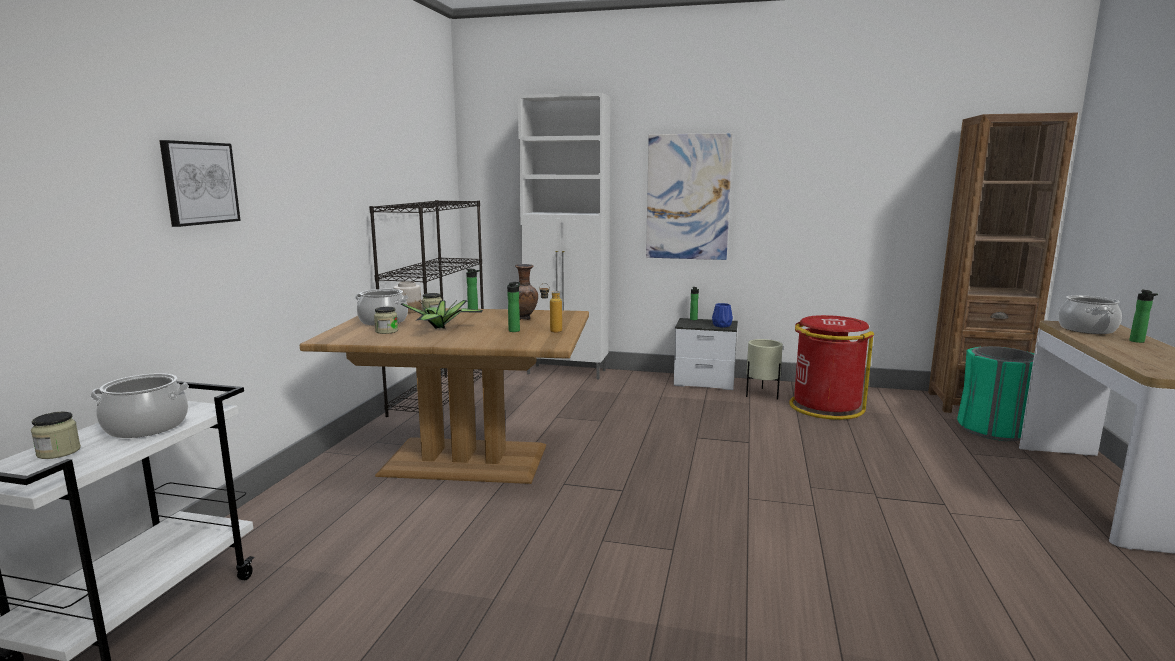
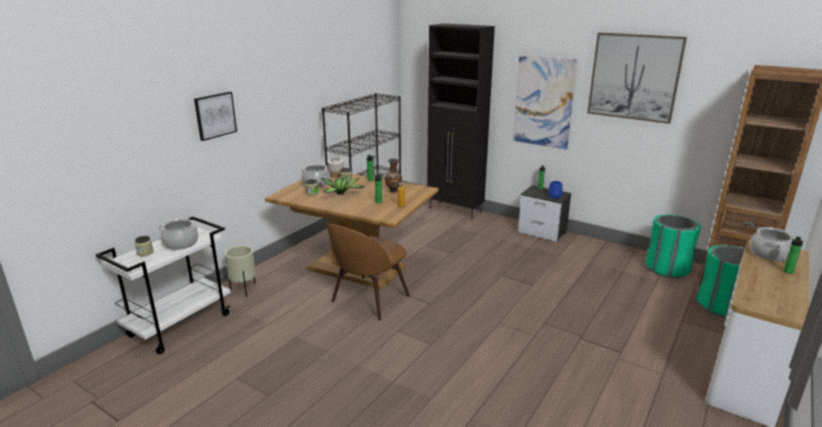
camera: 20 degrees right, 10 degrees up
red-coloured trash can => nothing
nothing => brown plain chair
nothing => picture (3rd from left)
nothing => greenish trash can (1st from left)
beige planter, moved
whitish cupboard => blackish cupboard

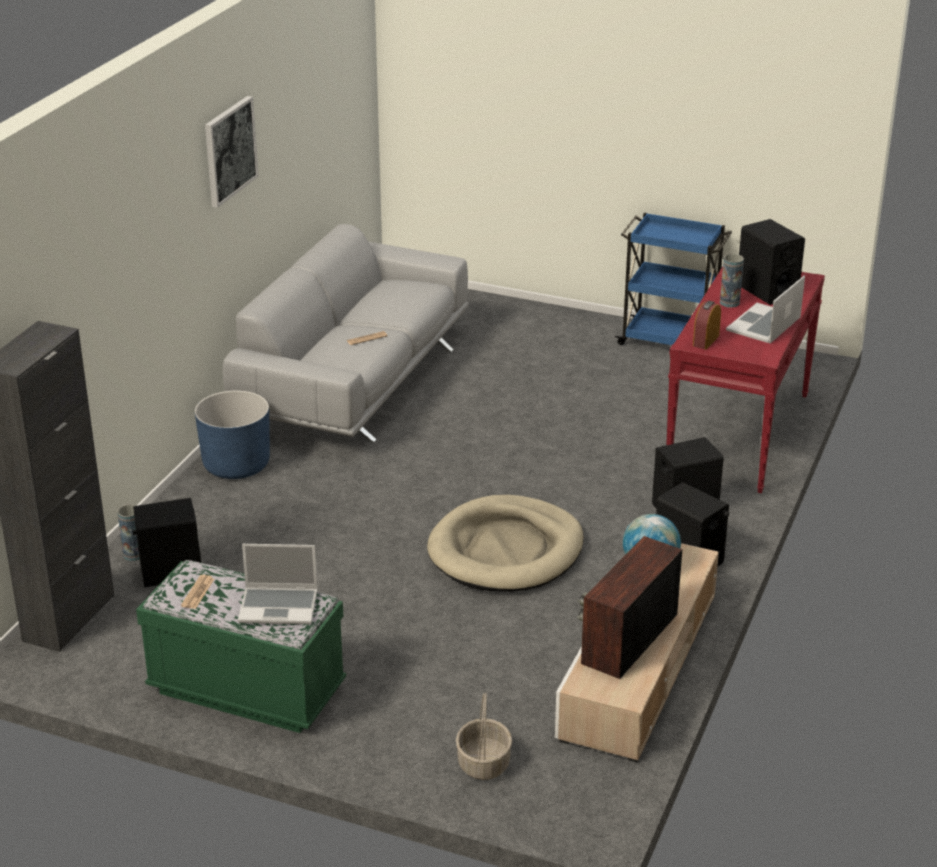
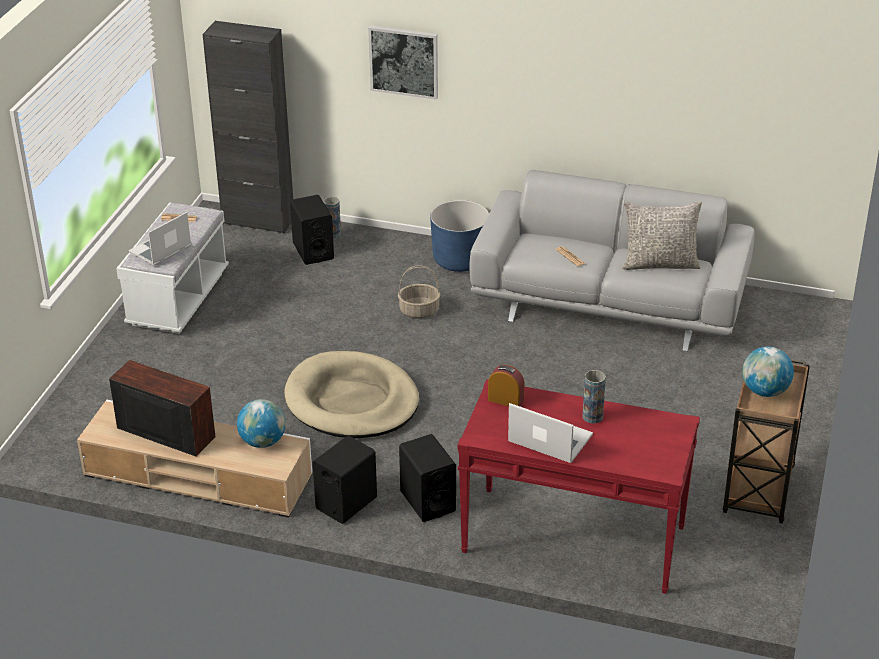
camera: 85 degrees right, 5 degrees up
blackish audio speaker (4th from left) => nothing
nothing => greyish pillow
nothing => world globe (2nd from left)
picture, moved
basket, moved
greenish bench => whitish bench
blue-coloured wheeled cart => brown wheeled cart
notebook computer (1st from left), 45 degrees clockwise

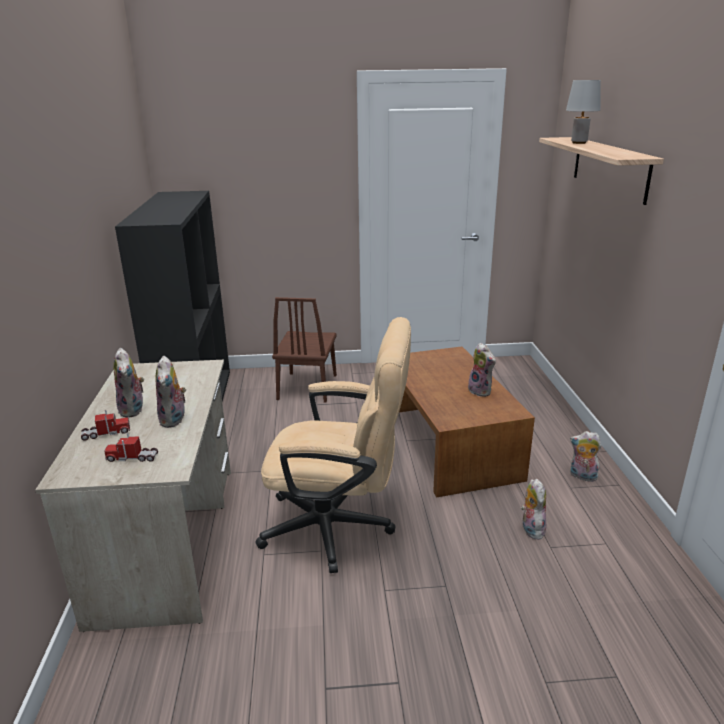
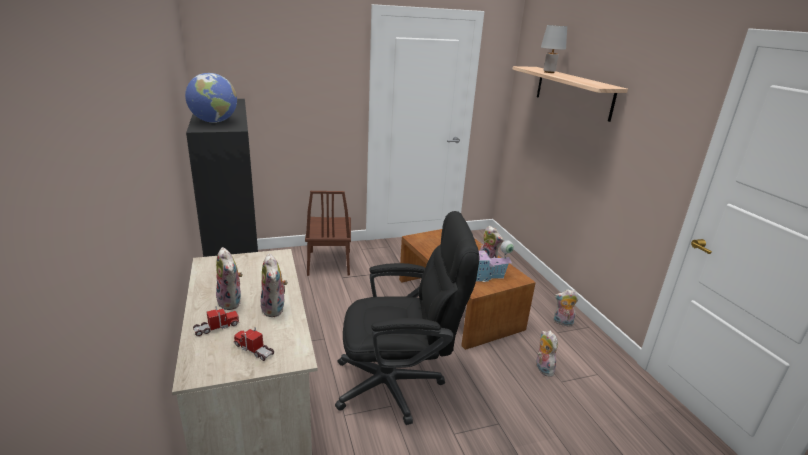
camera: 15 degrees left, 0 degrees up
nothing => world globe
nothing => miniature house
beige office chair => blackish office chair
model truck (2nd from left), 45 degrees clockwise

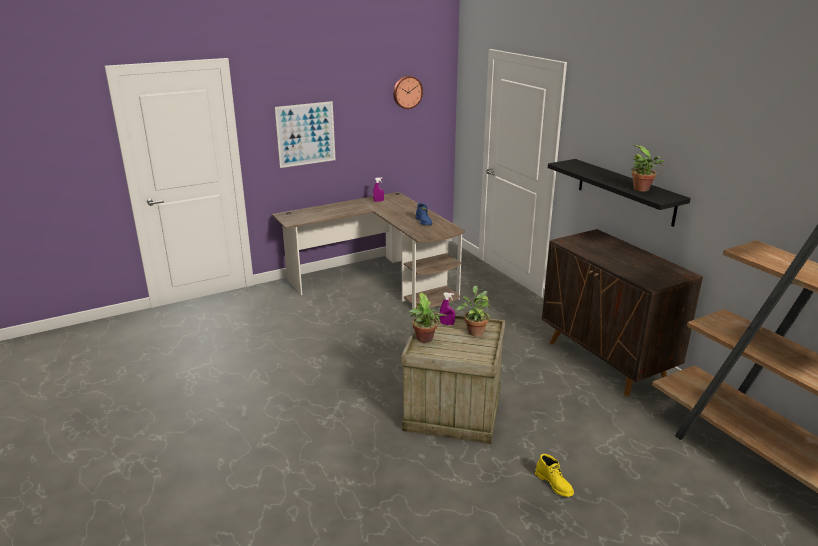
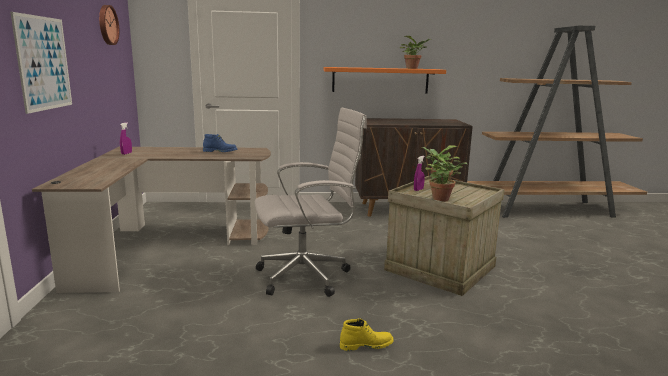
camera: 65 degrees left, 10 degrees down
nothing => whitish office chair
yellow high-top boot, moved
blackish wall shelf => orange-coloured wall shelf

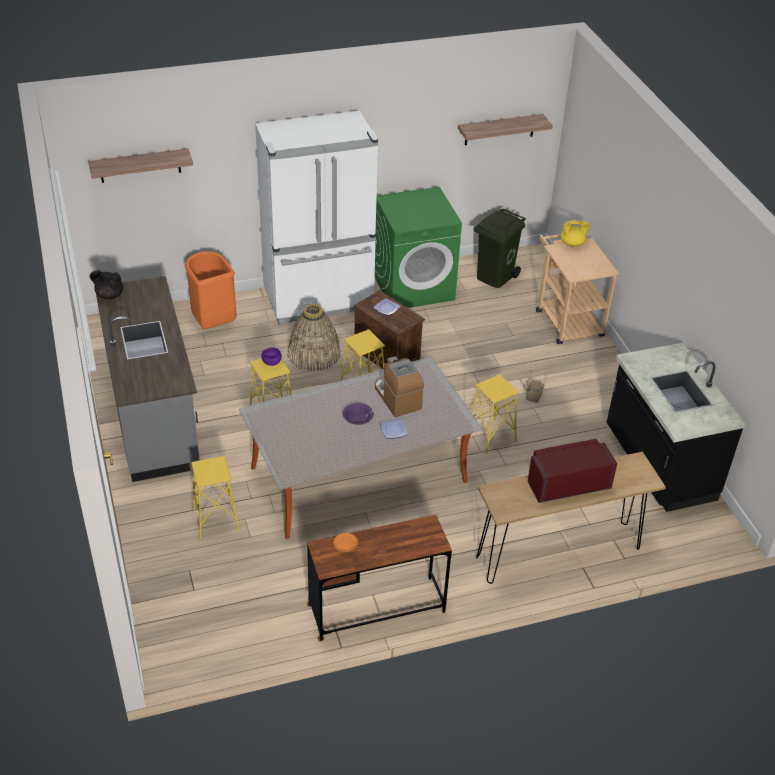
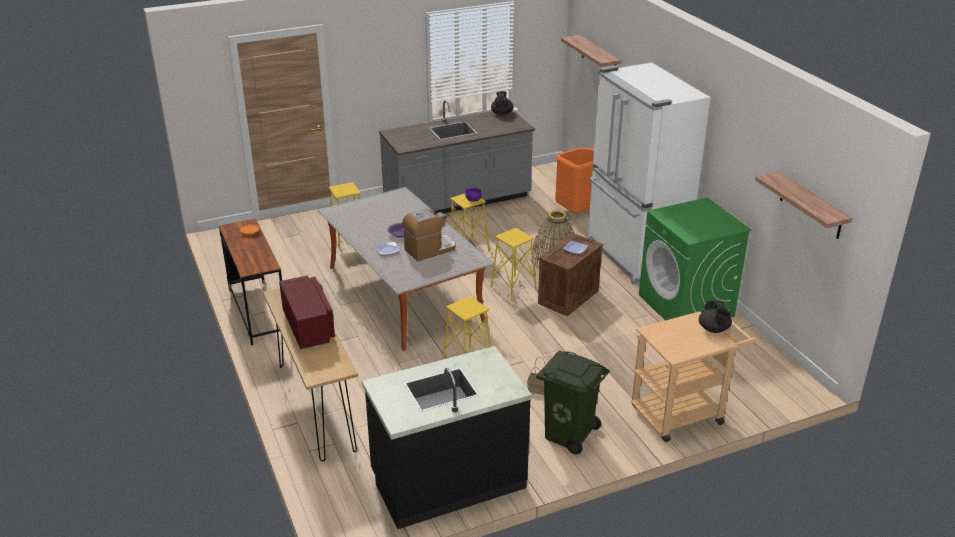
camera: 85 degrees right, 10 degrees down
greenish trash can, moved
yellow pot for tea => blackish pot for tea (2nd from left)

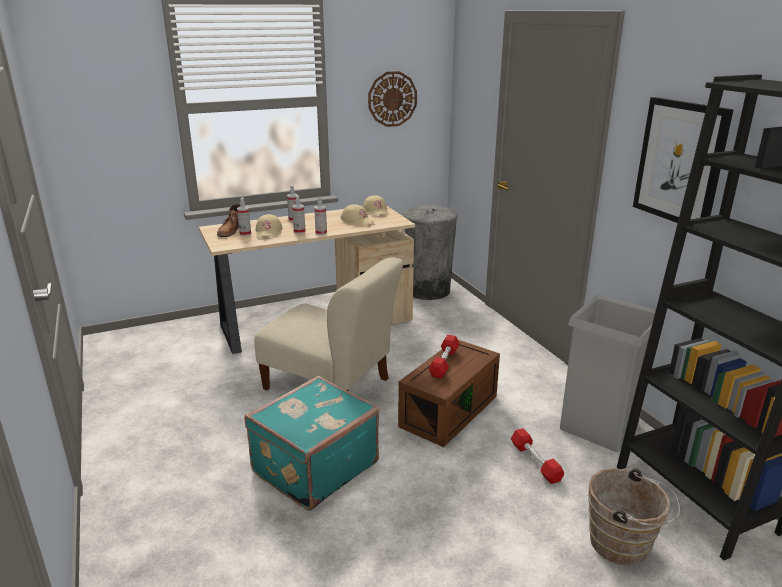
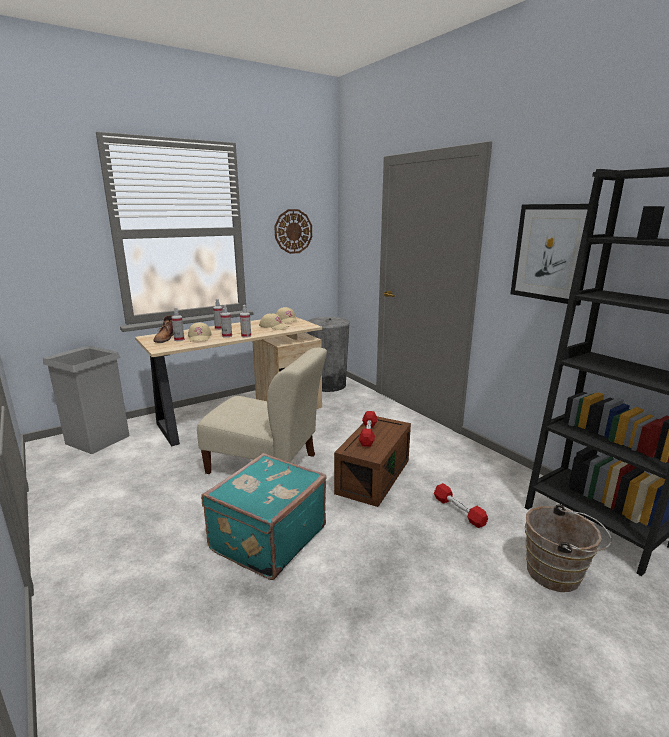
camera: 10 degrees left, 5 degrees down
greyish trash can (2nd from left in the first image) => greyish trash can (1st from left), moved

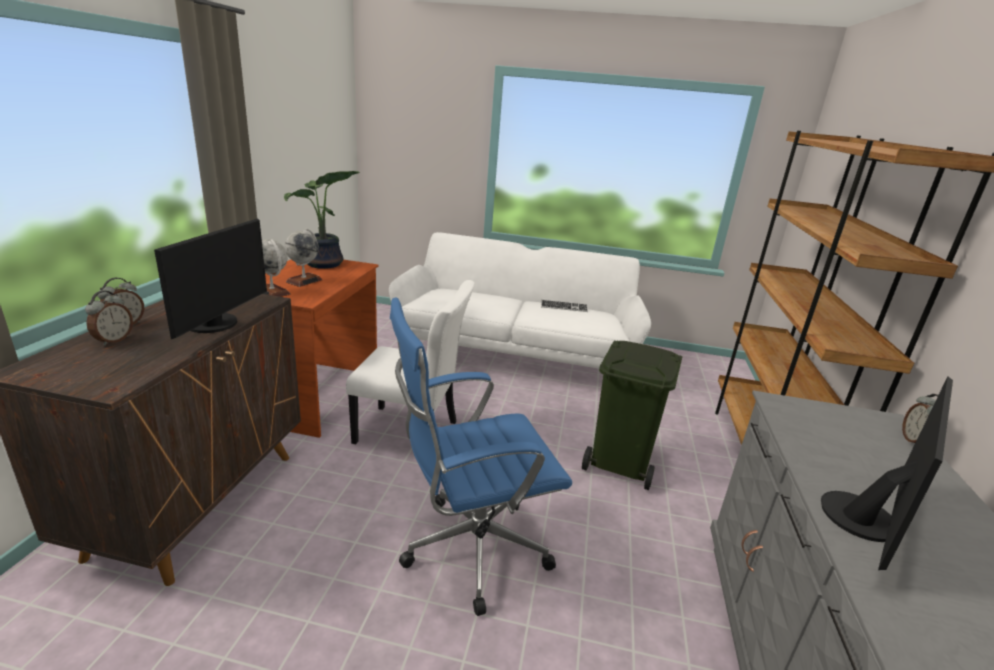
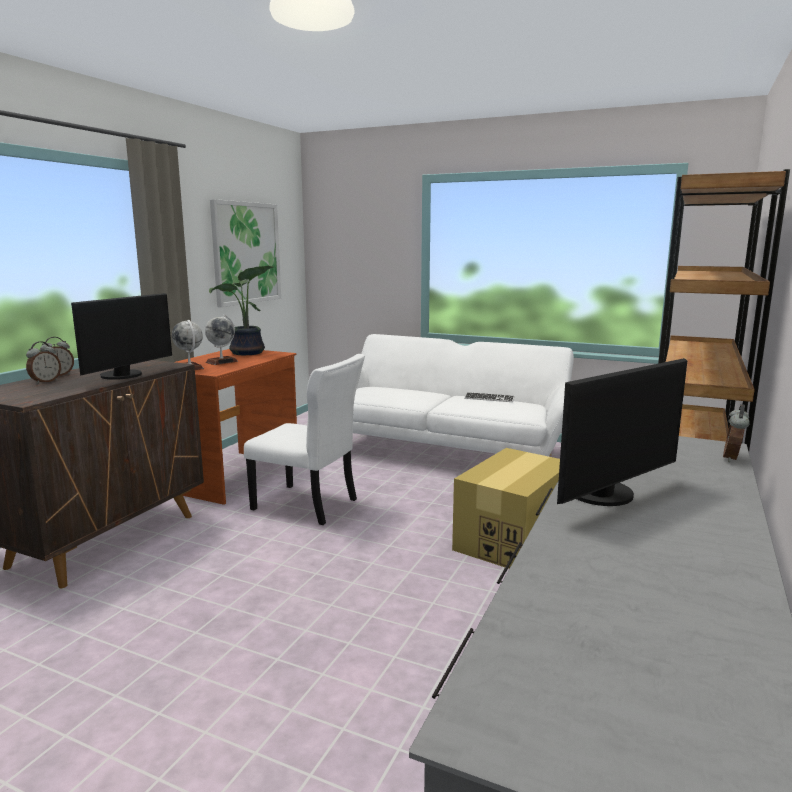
camera: 15 degrees right, 10 degrees down
blue-coloured office chair => nothing
nothing => picture
greenish trash can => carton

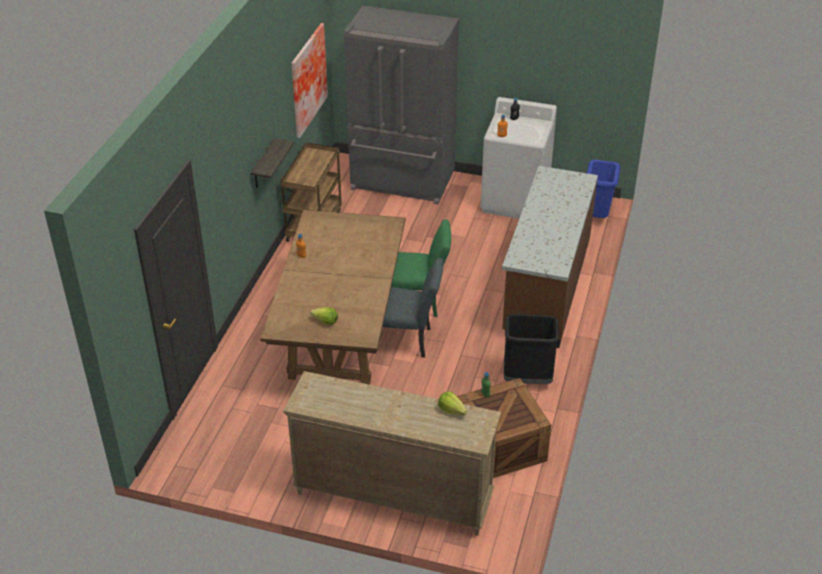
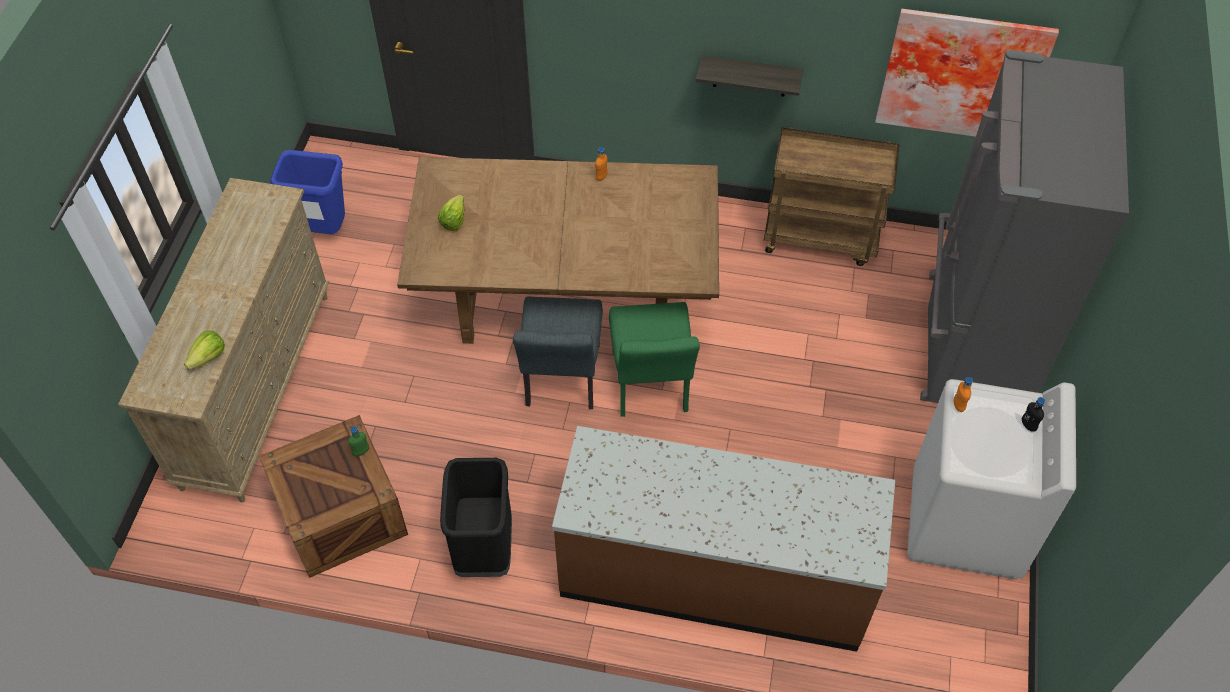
camera: 85 degrees right, 15 degrees up
blue-coloured trash can, moved

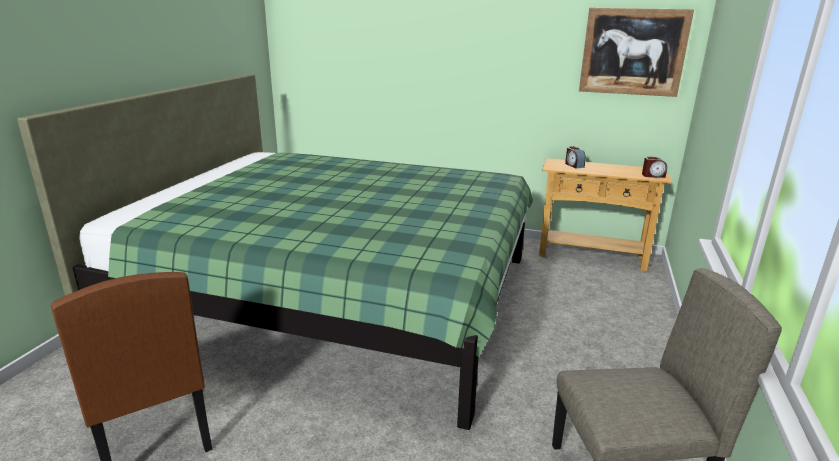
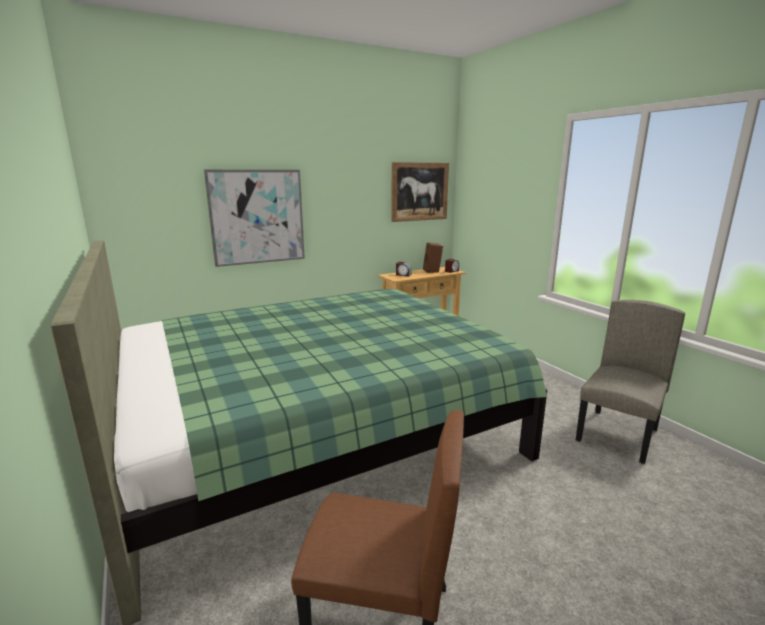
camera: 45 degrees left, 5 degrees down
nothing => picture (1st from left)
nothing => brown audio speaker

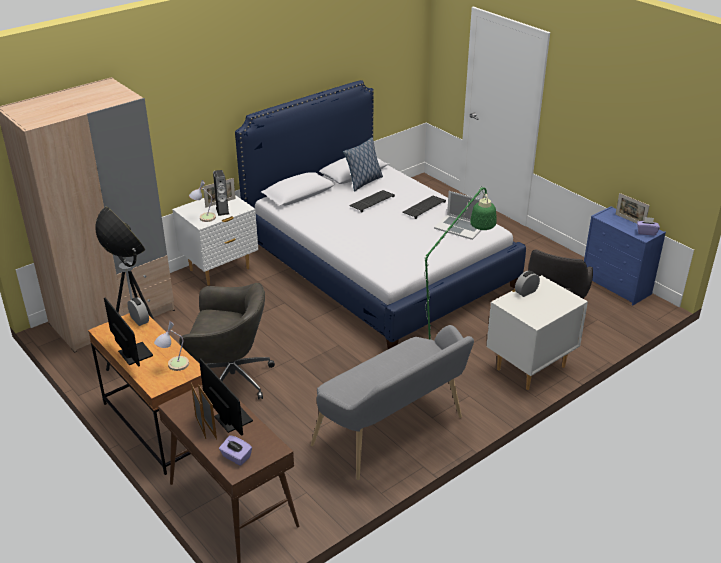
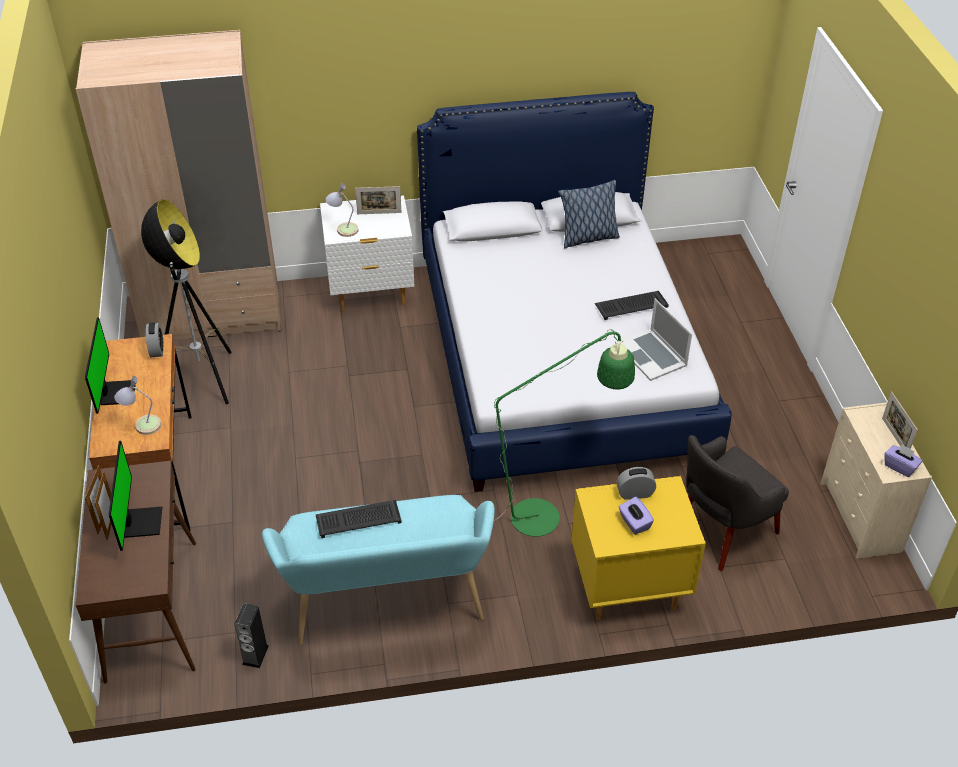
camera: 30 degrees right, 10 degrees up
greyish office chair => nothing
audio speaker, moved
purple-coloured tissue box (1st from left), moved
keyboard (1st from left), moved
greyish bench => blue-green bench
whitish bedside table (2nd from left) => yellow bedside table
blue-coloured drawer chest => beige drawer chest

